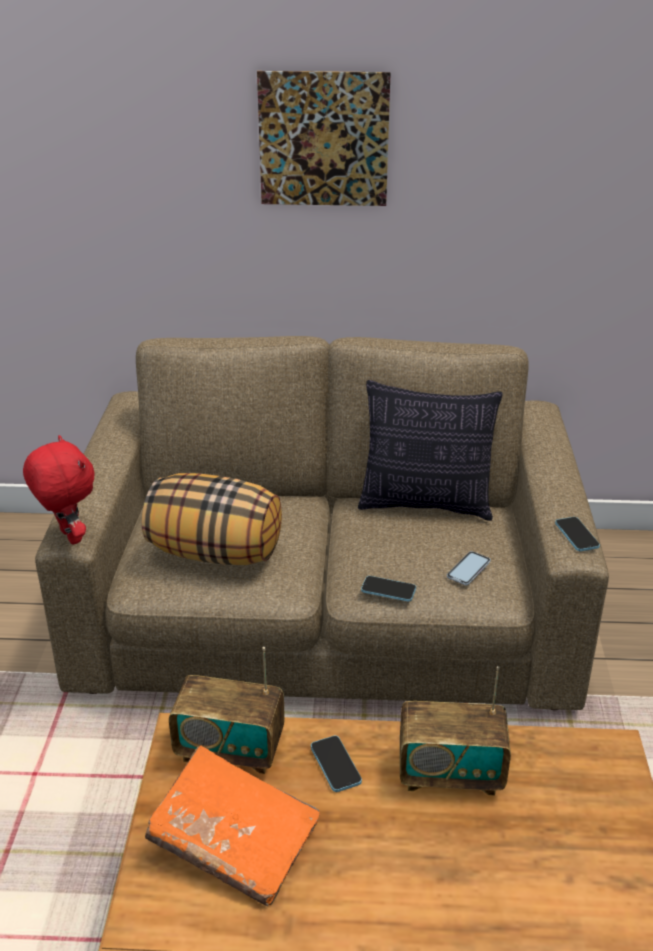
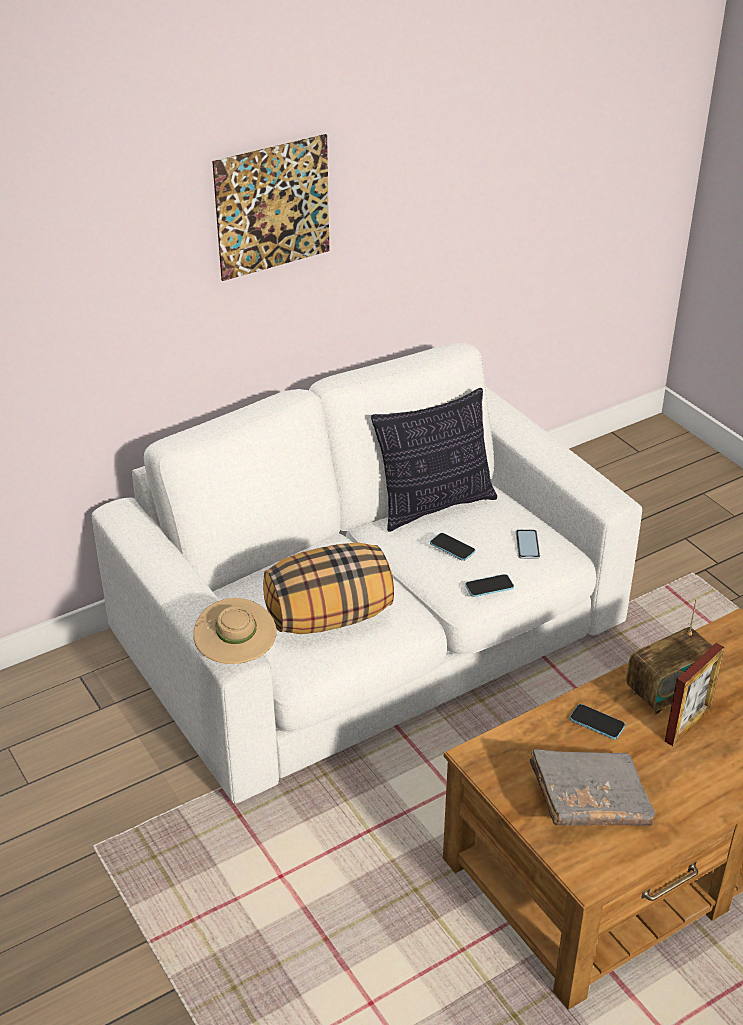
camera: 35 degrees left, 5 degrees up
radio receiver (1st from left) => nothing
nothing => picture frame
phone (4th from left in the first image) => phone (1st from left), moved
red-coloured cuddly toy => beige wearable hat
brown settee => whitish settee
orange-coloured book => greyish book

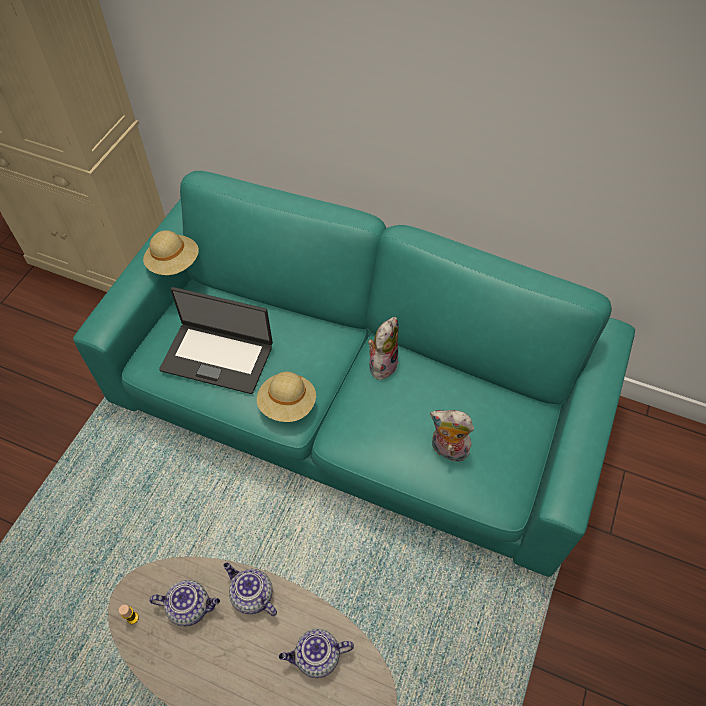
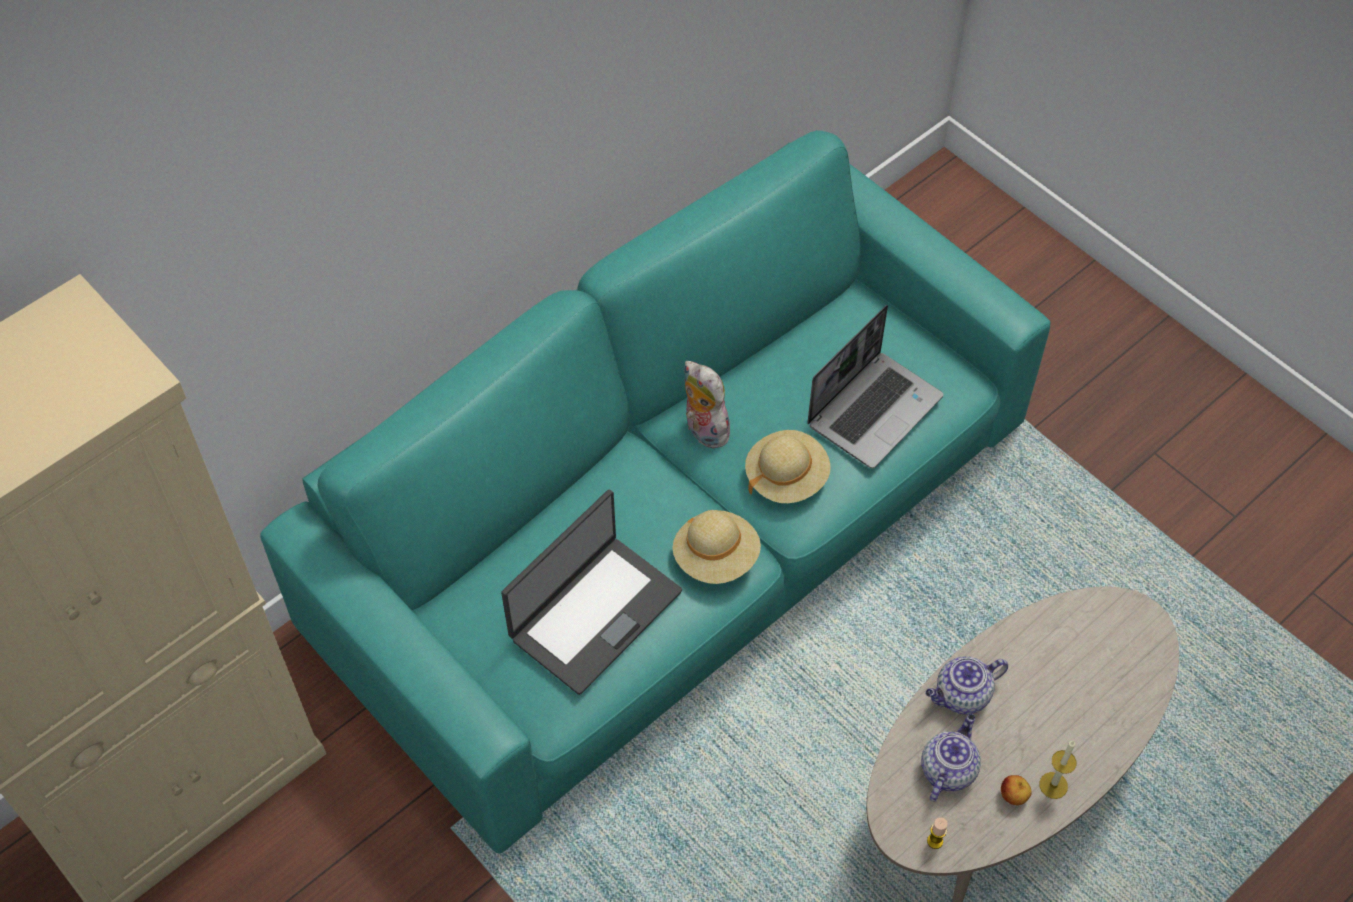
camera: 65 degrees left, 0 degrees up
pot for tea (3rd from left) => nothing
nothing => whole apple
nothing => candle (2nd from left)
beige wearable hat (1st from left in the first image) => beige wearable hat (2nd from left), moved
cuddly toy (2nd from left) => notebook computer (2nd from left)

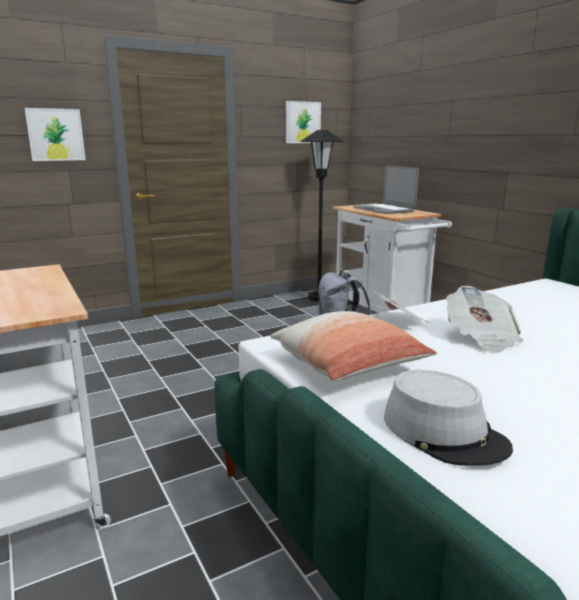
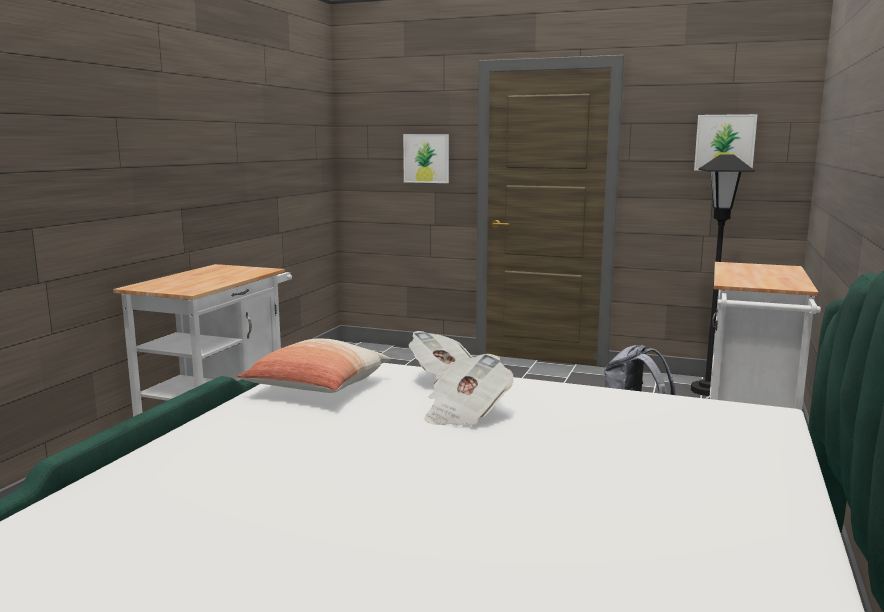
camera: 50 degrees right, 5 degrees down
notebook computer => nothing
greyish wearable hat => nothing

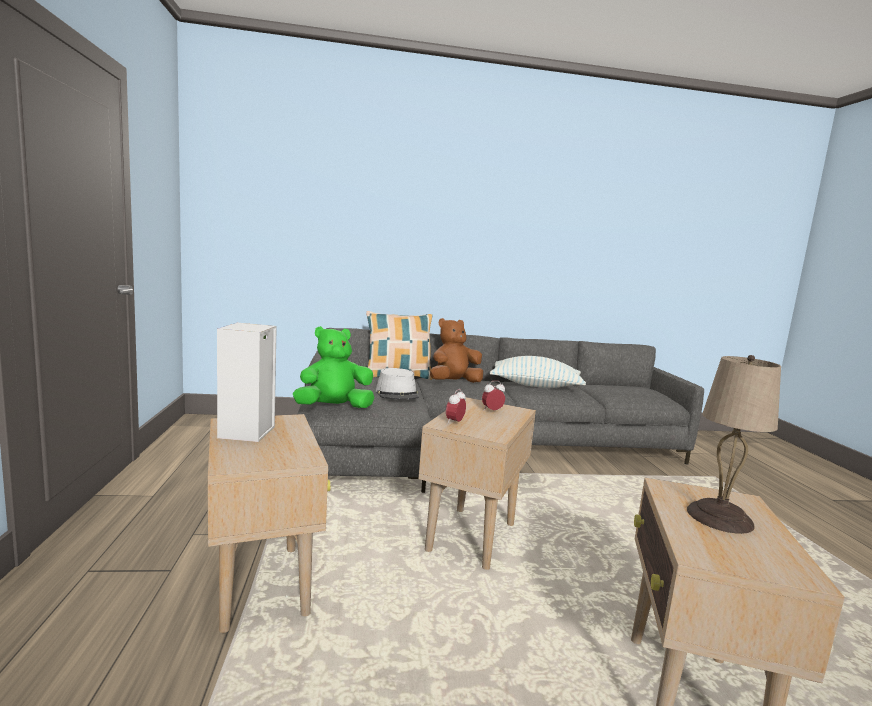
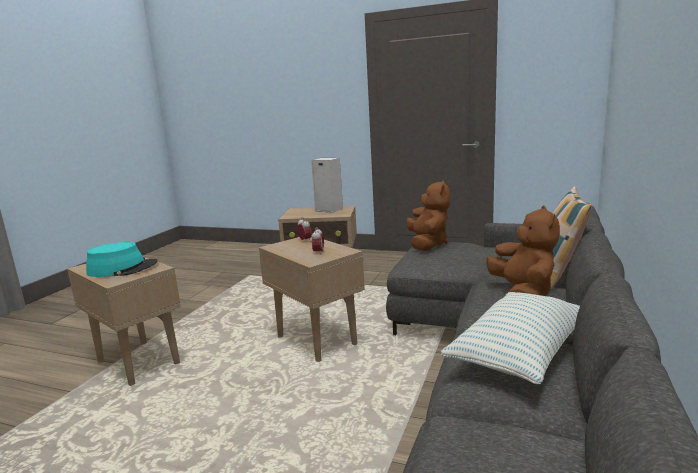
camera: 120 degrees right, 5 degrees up
greyish wearable hat => nothing
beige table lamp => blue-green wearable hat
greenish cuddly toy => brown cuddly toy (1st from left)

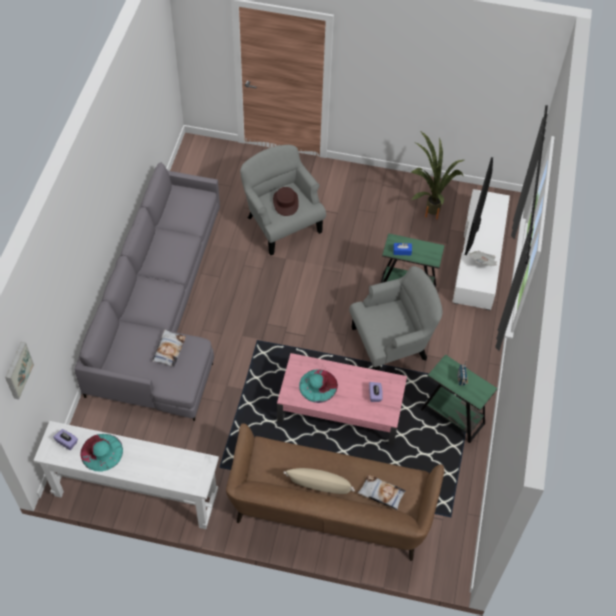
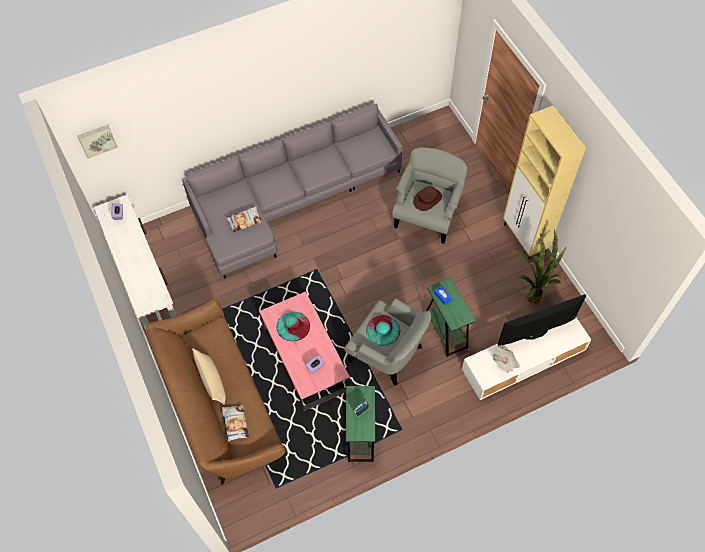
camera: 55 degrees right, 5 degrees up
nothing => beige cupboard
blue-green wearable hat (1st from left in the first image) => blue-green wearable hat (2nd from left), moved

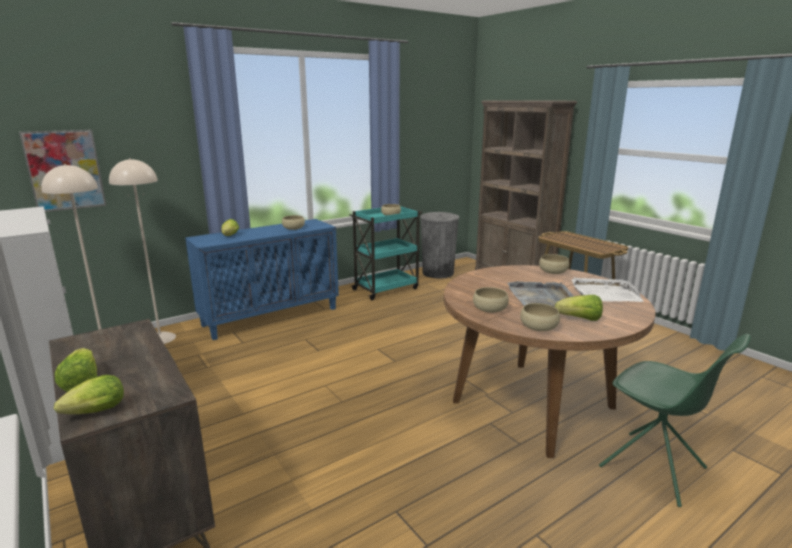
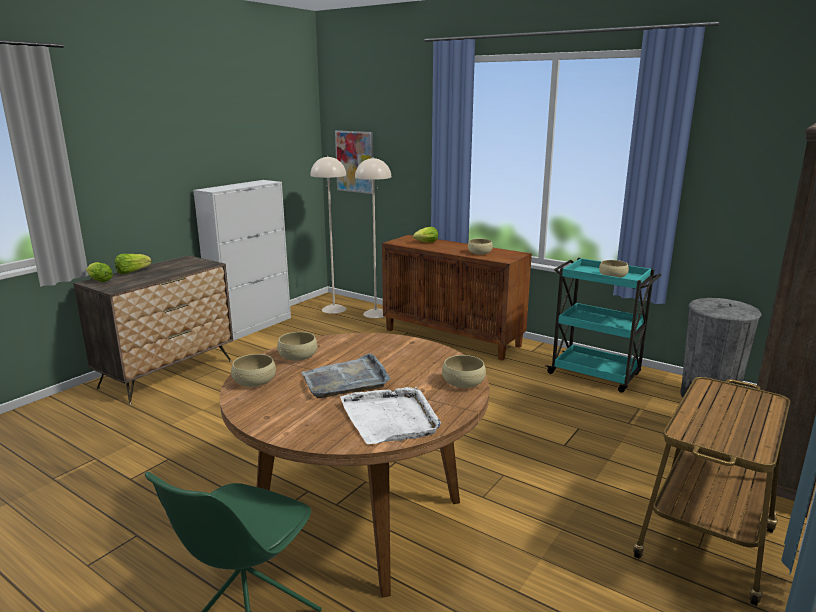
camera: 70 degrees right, 0 degrees up
head of lettuce (4th from left) => nothing
blue-coloured cupboard => brown cupboard

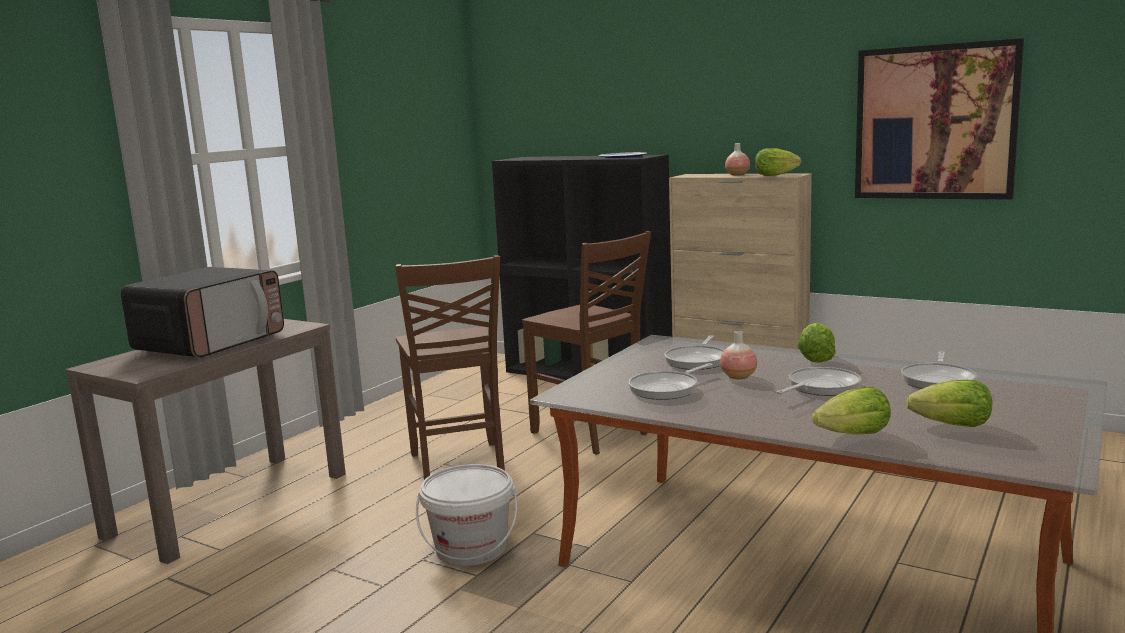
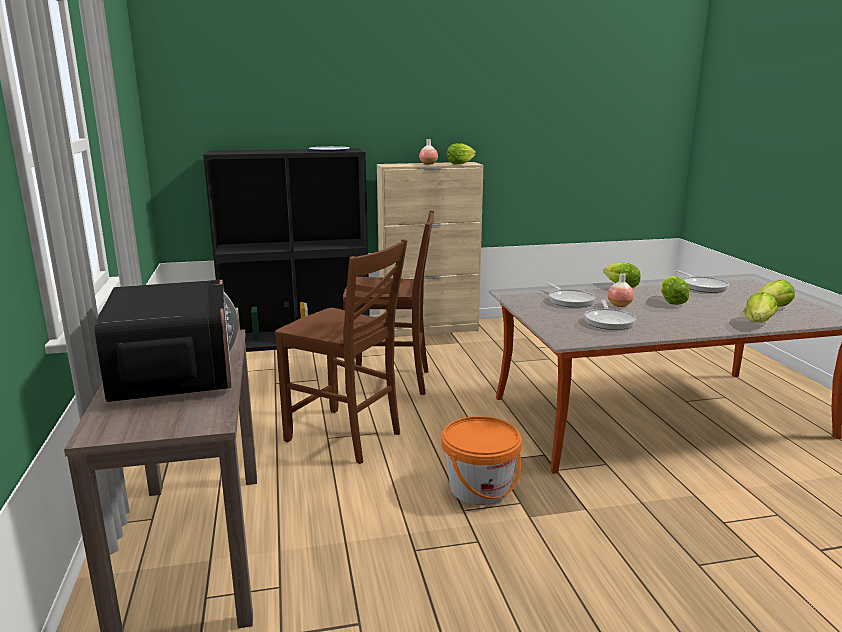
camera: 45 degrees left, 5 degrees up
picture => nothing
pan (3rd from left) => head of lettuce (3rd from left)
whitish bucket => orange-coloured bucket

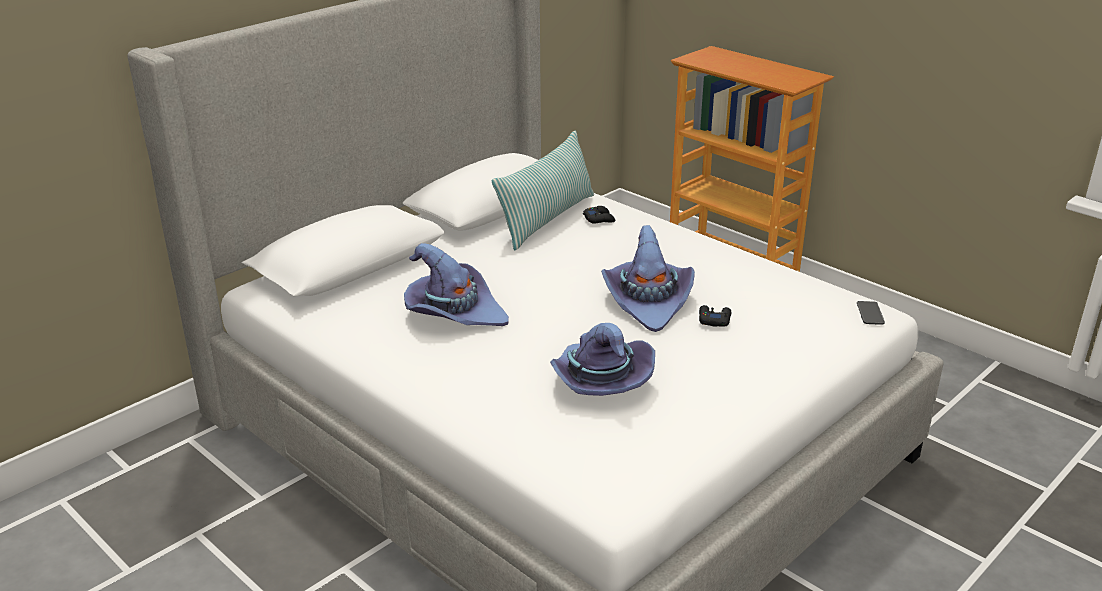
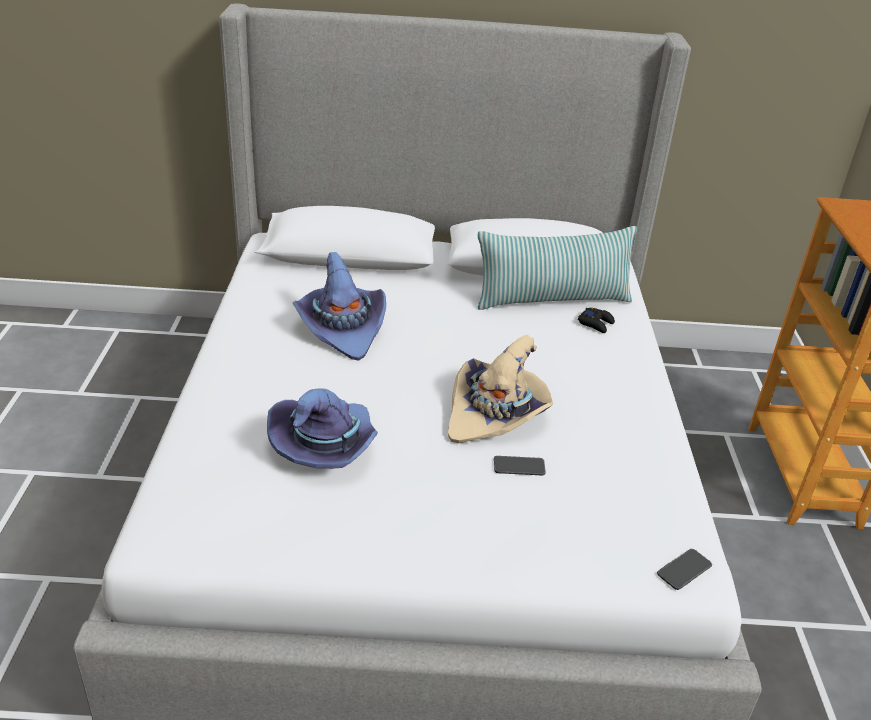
camera: 45 degrees right, 5 degrees up
blackish joypad (2nd from left) => phone (1st from left)
purple-coloured wearable hat (3rd from left) => beige wearable hat

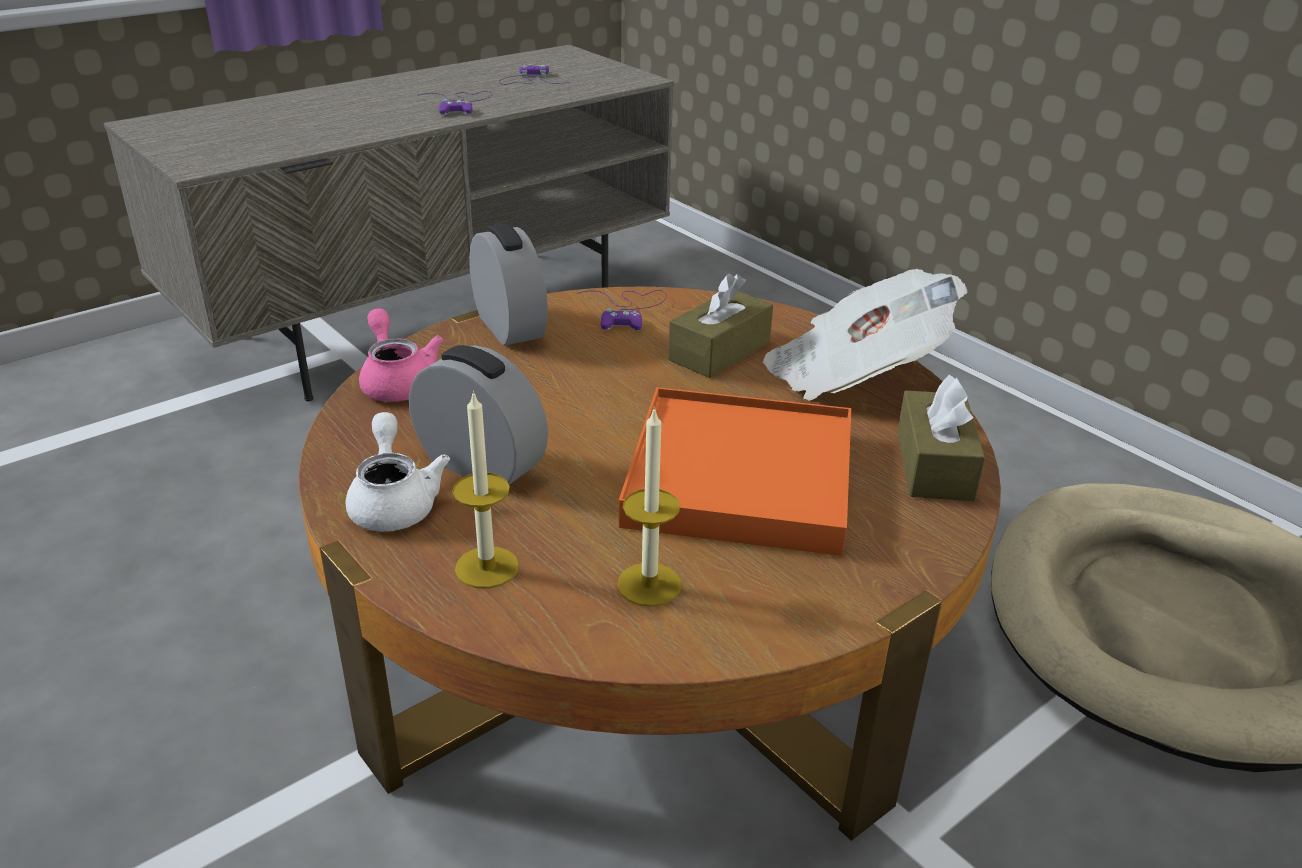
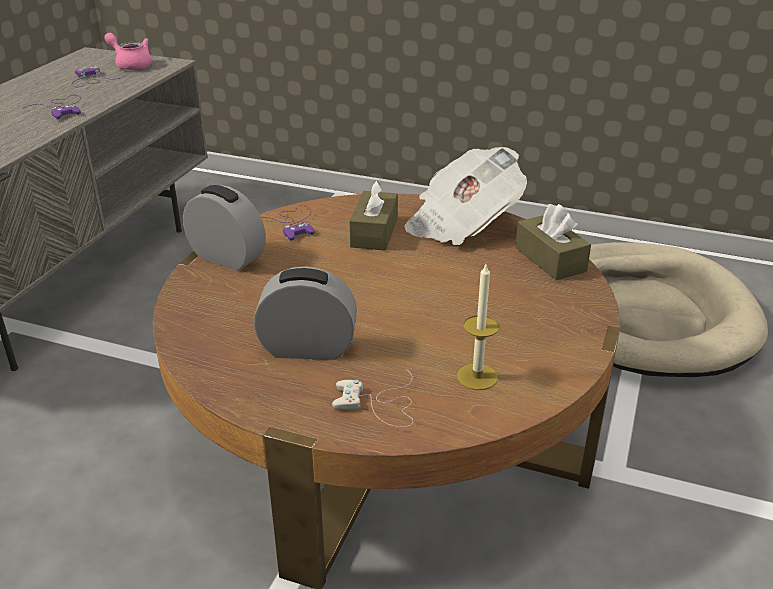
camera: 30 degrees left, 0 degrees up
whitish pot for tea => nothing
orange-coloured tray => nothing
pinkish pot for tea, moved
candle (1st from left) => whitish joypad

